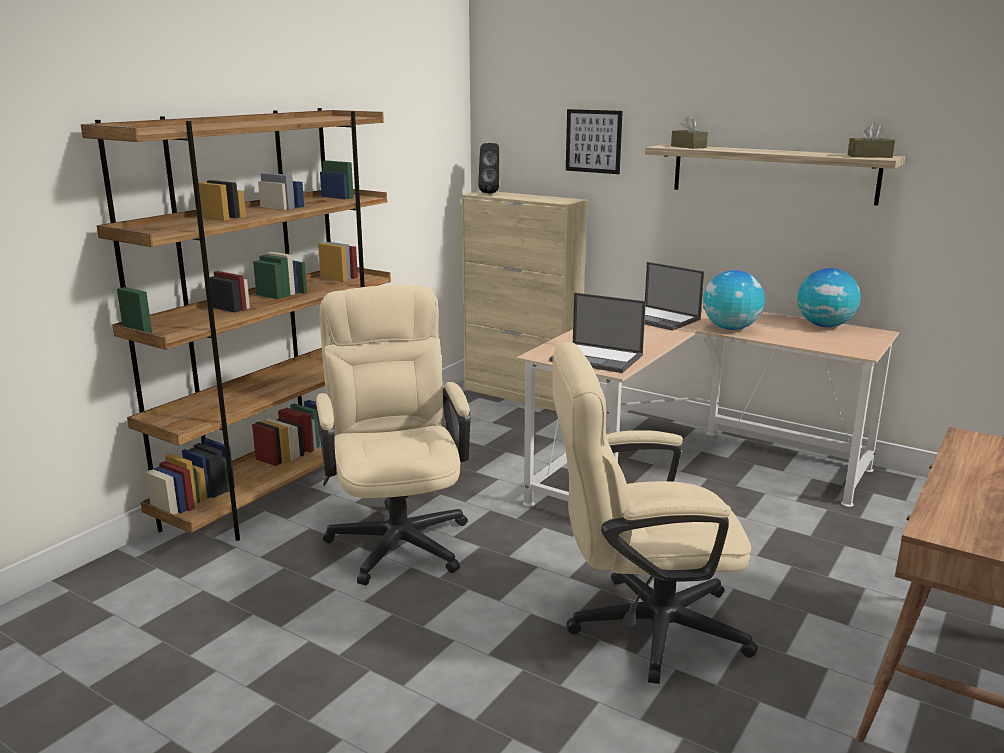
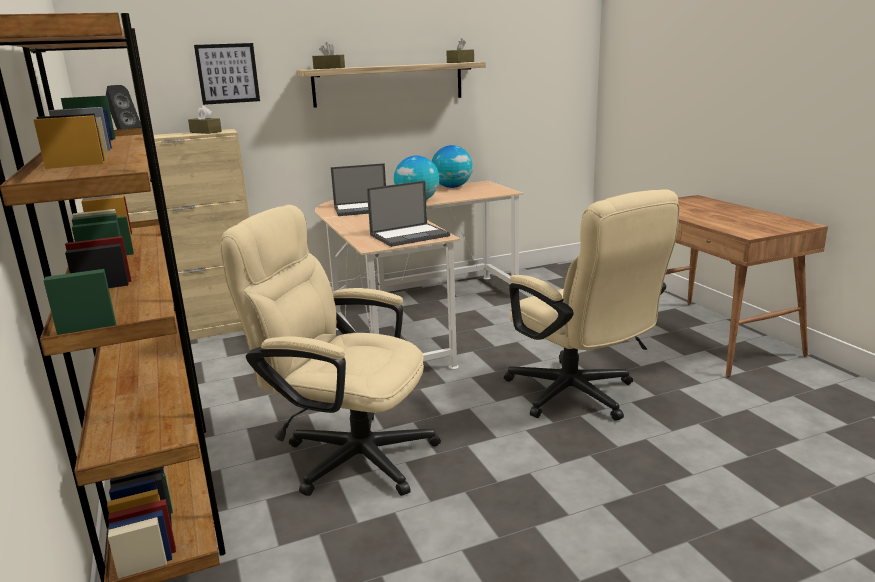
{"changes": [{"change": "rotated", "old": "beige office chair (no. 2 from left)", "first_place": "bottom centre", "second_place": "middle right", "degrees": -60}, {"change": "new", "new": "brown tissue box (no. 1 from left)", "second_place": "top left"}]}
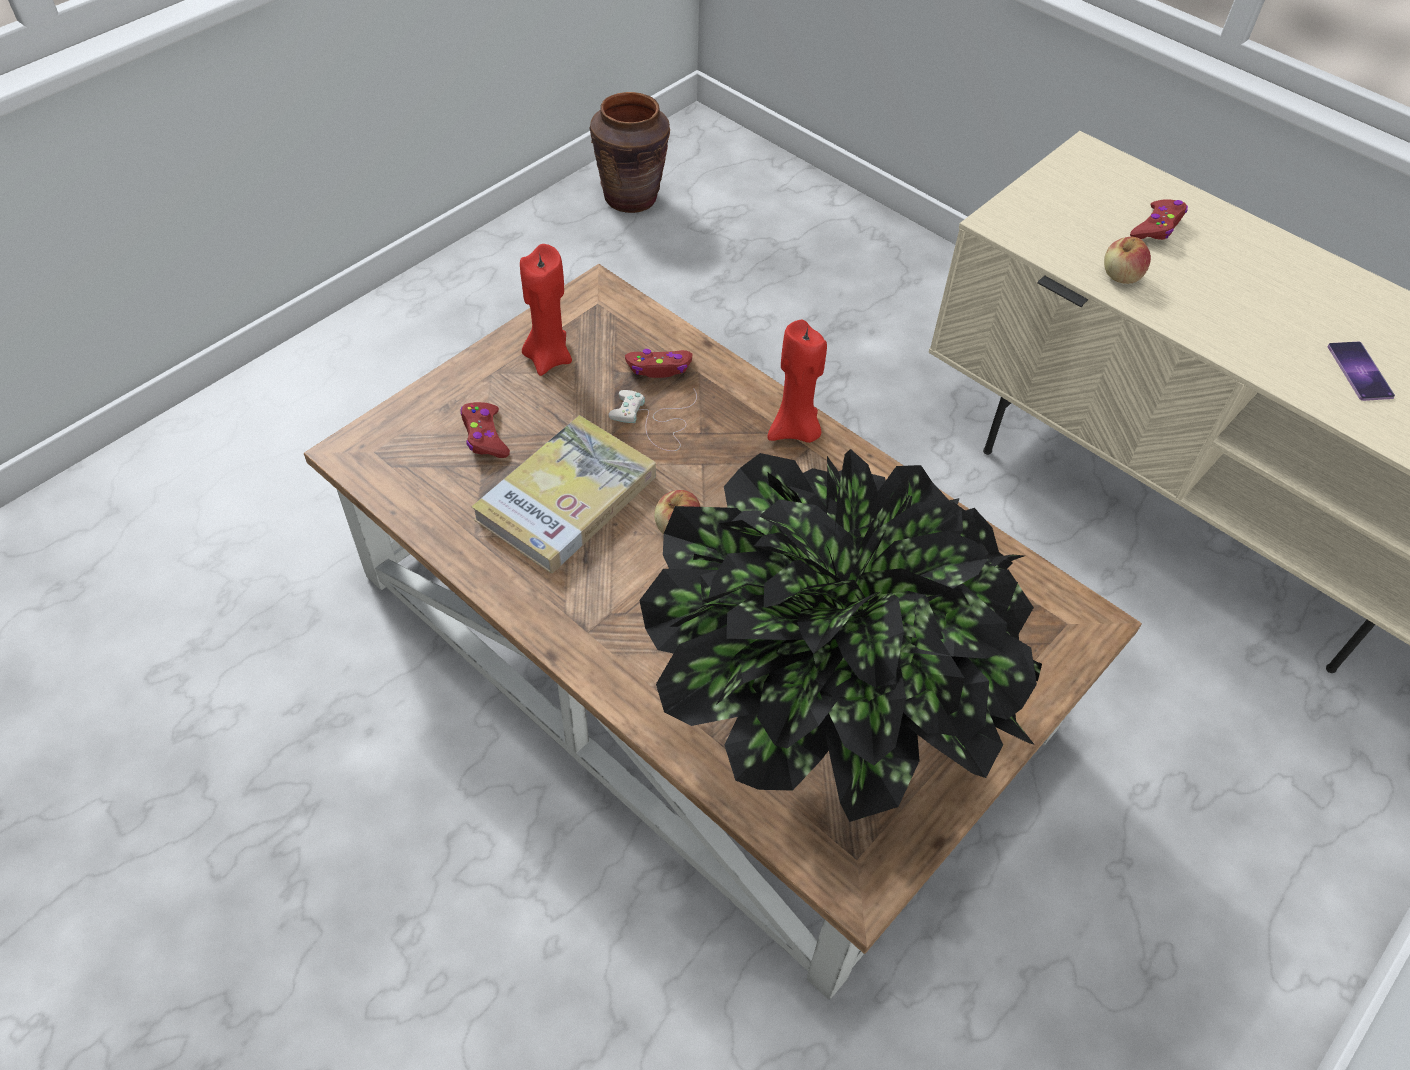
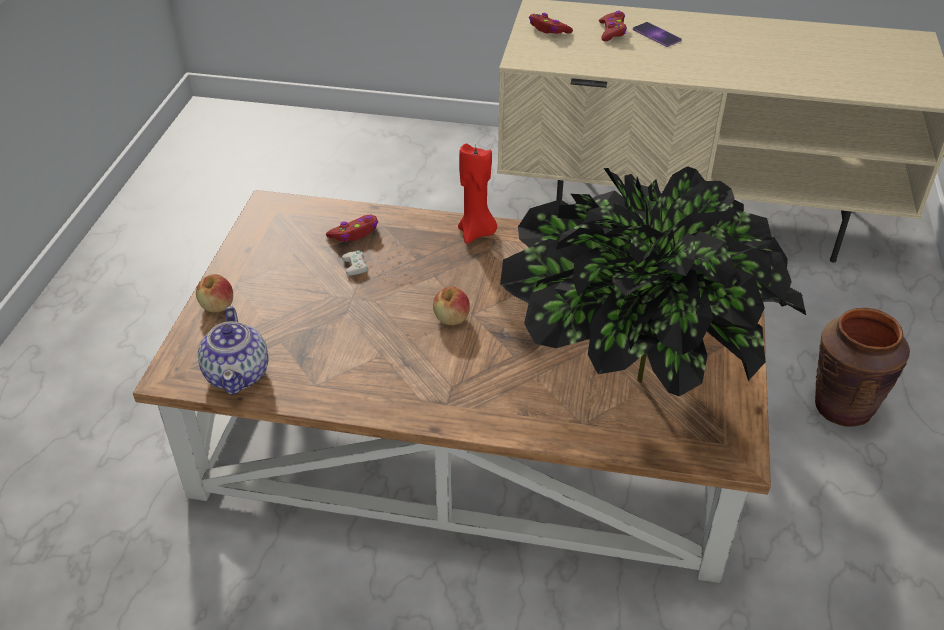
{"changes": [{"change": "shifted", "old": "brown vase", "first_place": "top centre", "second_place": "middle right"}, {"change": "shifted", "old": "apple (no. 2 from left in the first image)", "new": "apple (no. 1 from left)", "first_place": "top right", "second_place": "middle left"}, {"change": "gone", "old": "red candle (no. 1 from left)", "first_place": "top centre"}, {"change": "shifted", "old": "phone", "first_place": "middle right", "second_place": "top right"}, {"change": "shifted", "old": "red game controller (no. 1 from left in the first image)", "new": "red game controller (no. 2 from left)", "first_place": "centre", "second_place": "top centre"}, {"change": "gone", "old": "book", "first_place": "centre"}, {"change": "new", "new": "teapot", "second_place": "middle left"}]}
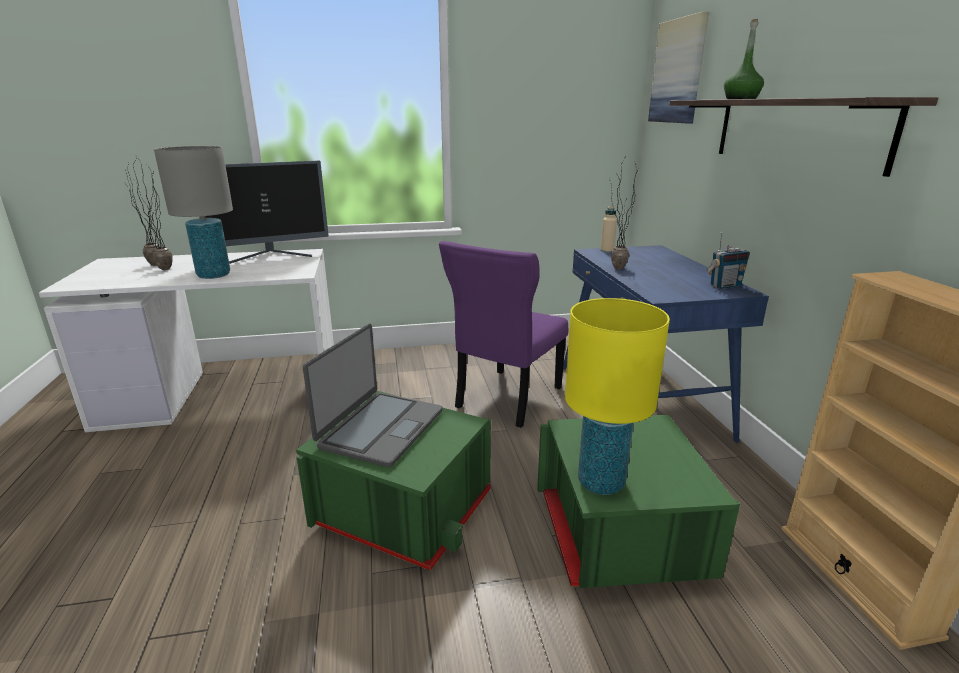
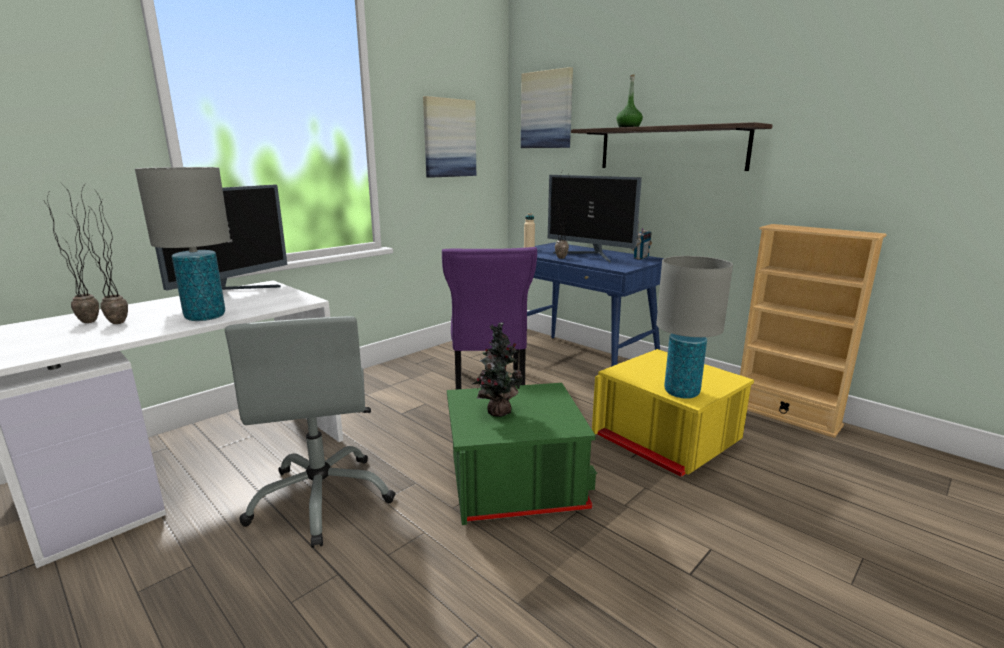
{"changes": [{"change": "repainted", "old": "yellow table lamp", "new": "grey table lamp (no. 2 from left)", "first_place": "centre", "second_place": "middle right"}, {"change": "swapped", "old": "laptop", "new": "potted plant (no. 3 from left)", "first_place": "centre", "second_place": "centre"}, {"change": "repainted", "old": "green storage box (no. 2 from left)", "new": "yellow storage box", "first_place": "bottom centre", "second_place": "middle right"}, {"change": "new", "new": "picture (no. 1 from left)", "second_place": "top centre"}, {"change": "new", "new": "monitor (no. 2 from left)", "second_place": "centre"}, {"change": "new", "new": "grey office chair", "second_place": "bottom left"}]}
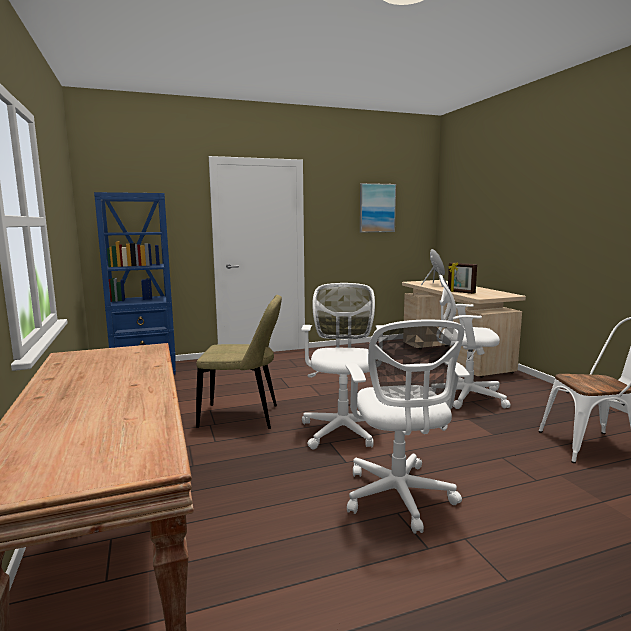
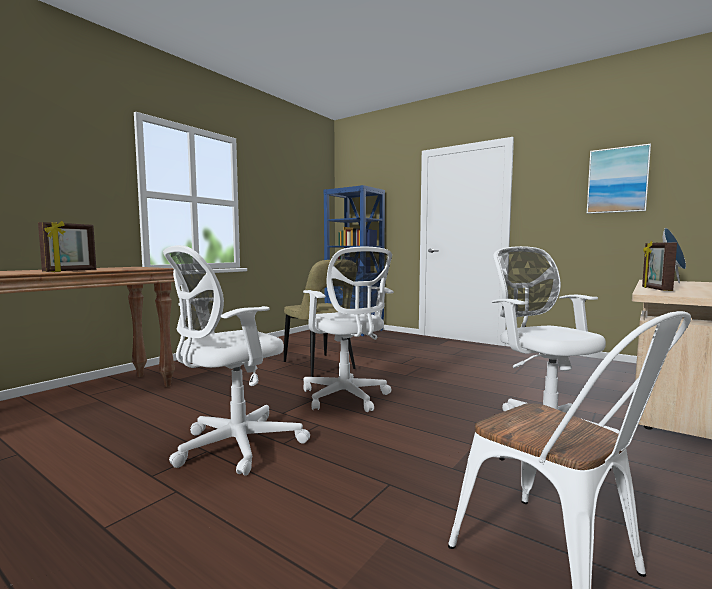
{"changes": [{"change": "rotated", "old": "white office chair (no. 1 from left in the first image)", "first_place": "centre", "second_place": "centre", "degrees": 90}, {"change": "new", "new": "picture frame (no. 1 from left)", "second_place": "middle left"}]}
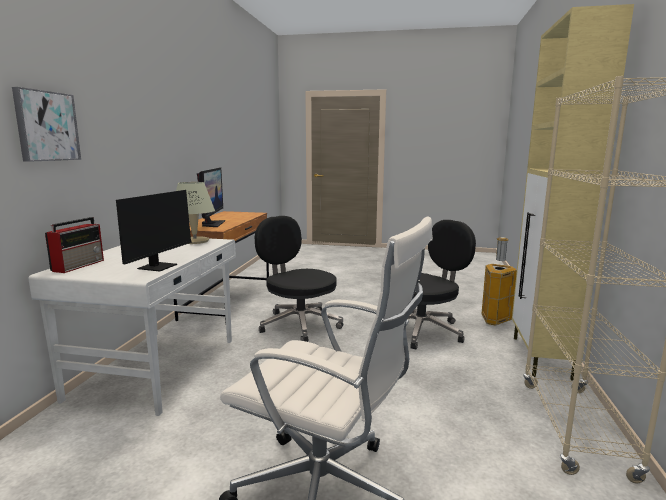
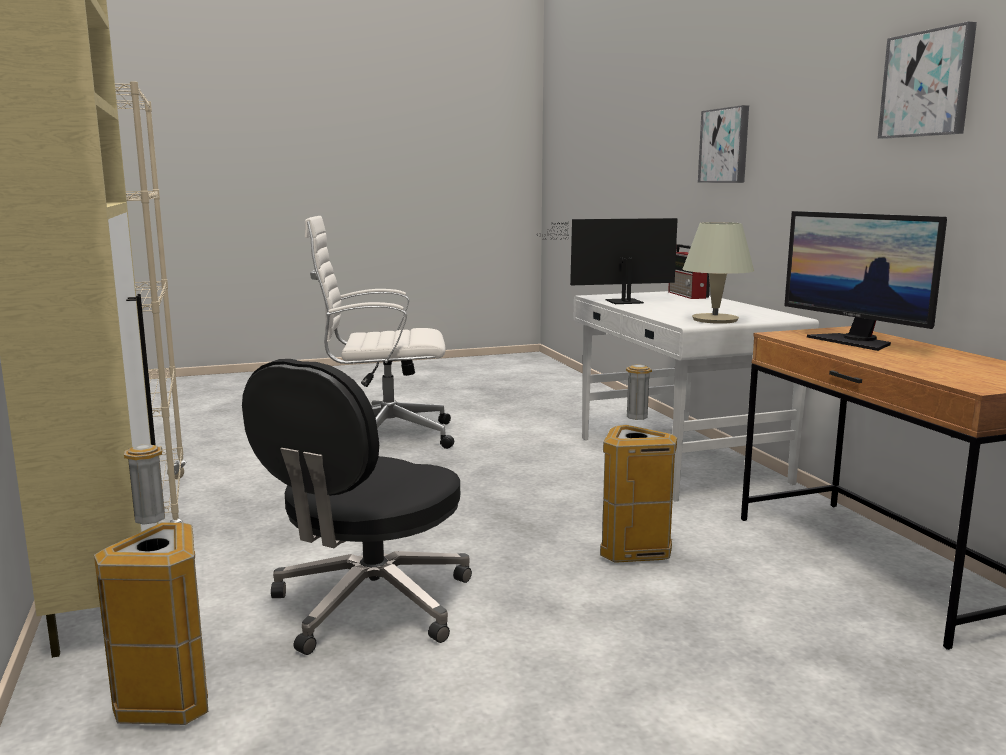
{"changes": [{"change": "rotated", "old": "monitor (no. 1 from left)", "first_place": "middle left", "second_place": "centre", "degrees": 90}, {"change": "swapped", "old": "black office chair (no. 1 from left)", "new": "trash can (no. 2 from left)", "first_place": "centre", "second_place": "centre"}, {"change": "new", "new": "picture (no. 2 from left)", "second_place": "top right"}]}
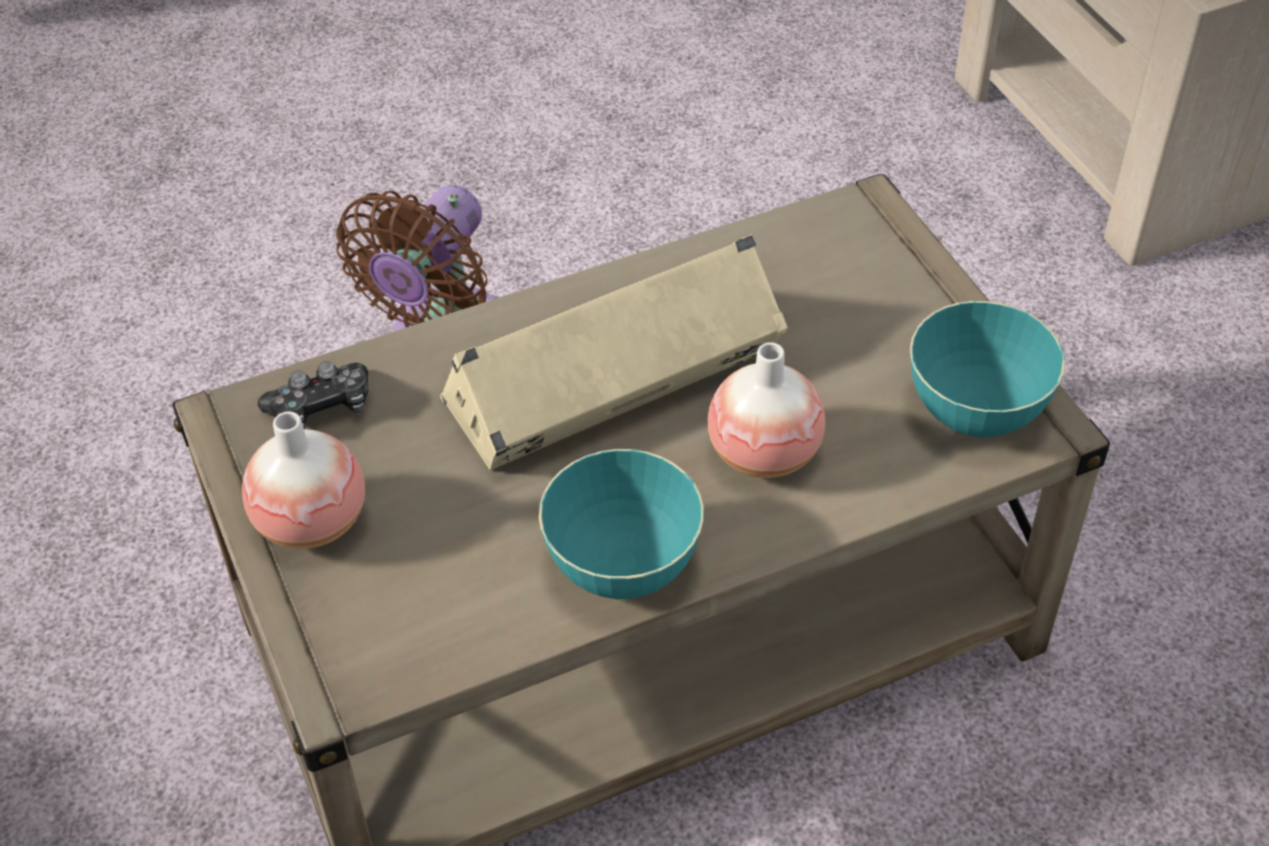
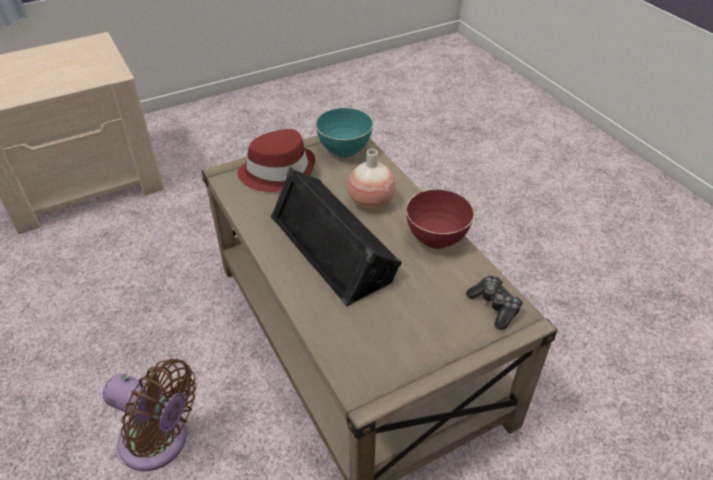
{"changes": [{"change": "repainted", "old": "beige speaker", "new": "black speaker", "first_place": "centre", "second_place": "centre"}, {"change": "shifted", "old": "game controller", "first_place": "middle left", "second_place": "middle right"}, {"change": "gone", "old": "vase (no. 1 from left)", "first_place": "middle left"}, {"change": "repainted", "old": "turquoise bowl (no. 1 from left)", "new": "red bowl", "first_place": "centre", "second_place": "centre"}, {"change": "new", "new": "red hat", "second_place": "centre"}]}
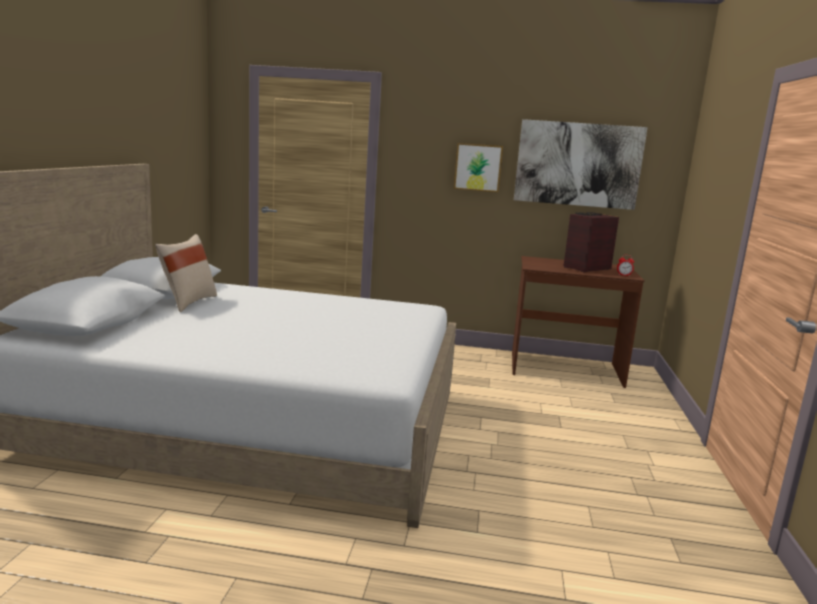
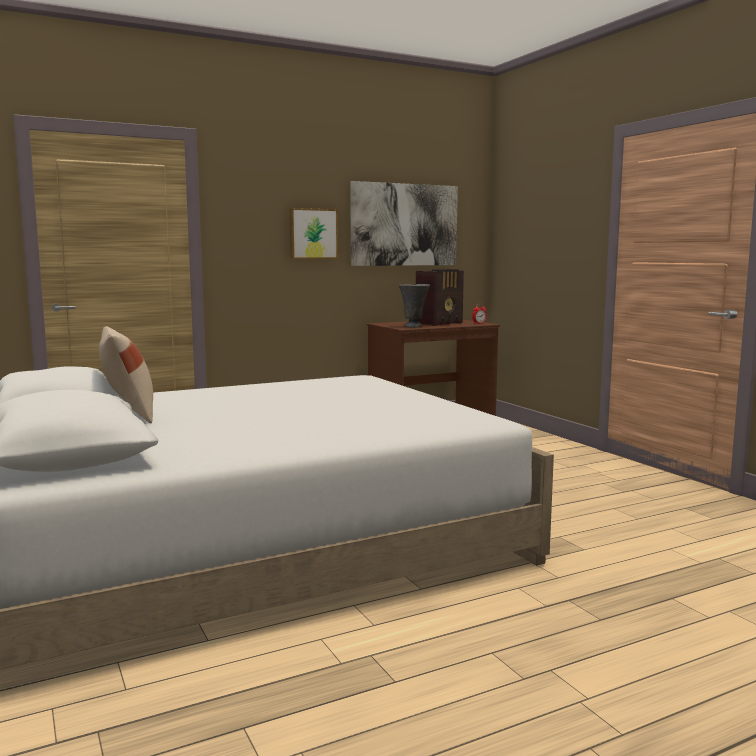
{"changes": [{"change": "rotated", "old": "radio", "first_place": "middle right", "second_place": "centre", "degrees": -150}, {"change": "new", "new": "grey vase", "second_place": "centre"}]}
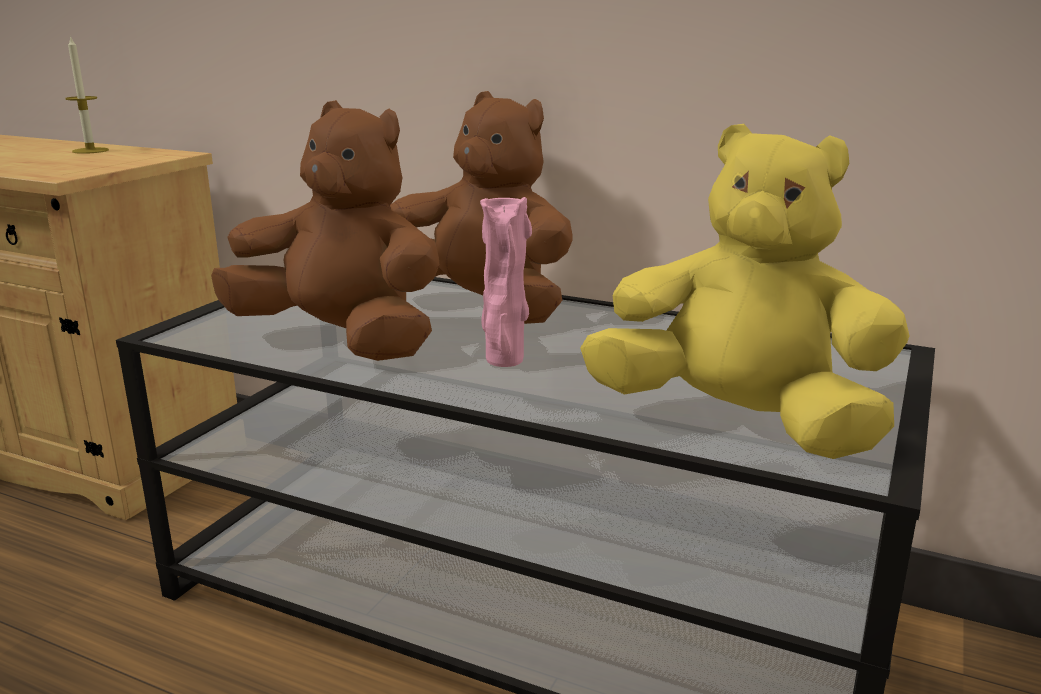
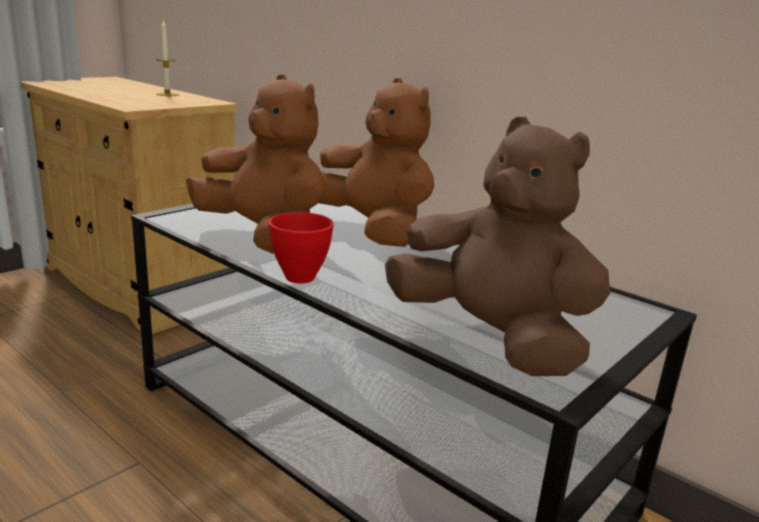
{"changes": [{"change": "repainted", "old": "yellow plush toy", "new": "brown plush toy (no. 3 from left)", "first_place": "middle right", "second_place": "centre"}, {"change": "gone", "old": "pink vase", "first_place": "centre"}, {"change": "new", "new": "red bowl", "second_place": "centre"}]}
